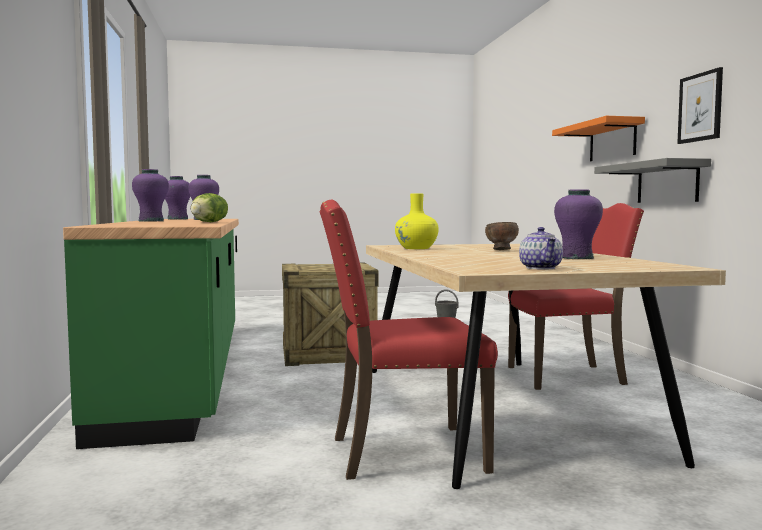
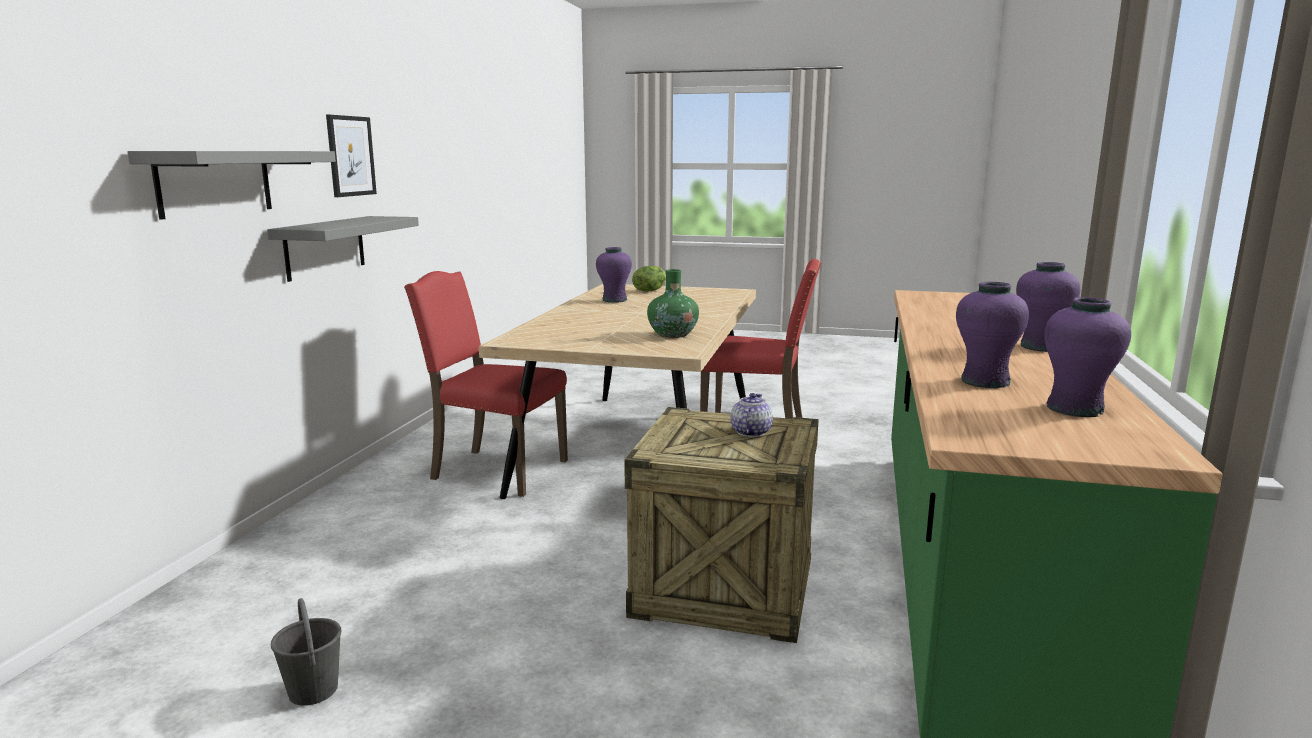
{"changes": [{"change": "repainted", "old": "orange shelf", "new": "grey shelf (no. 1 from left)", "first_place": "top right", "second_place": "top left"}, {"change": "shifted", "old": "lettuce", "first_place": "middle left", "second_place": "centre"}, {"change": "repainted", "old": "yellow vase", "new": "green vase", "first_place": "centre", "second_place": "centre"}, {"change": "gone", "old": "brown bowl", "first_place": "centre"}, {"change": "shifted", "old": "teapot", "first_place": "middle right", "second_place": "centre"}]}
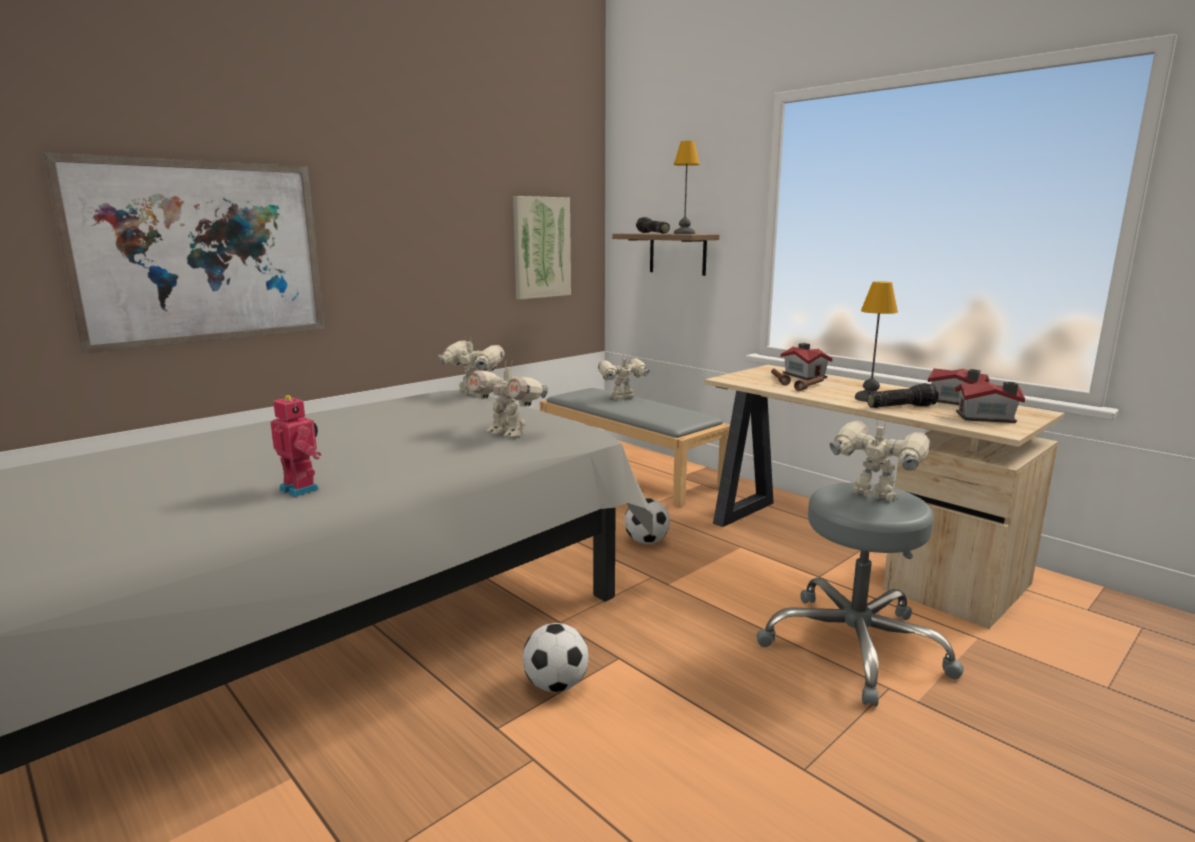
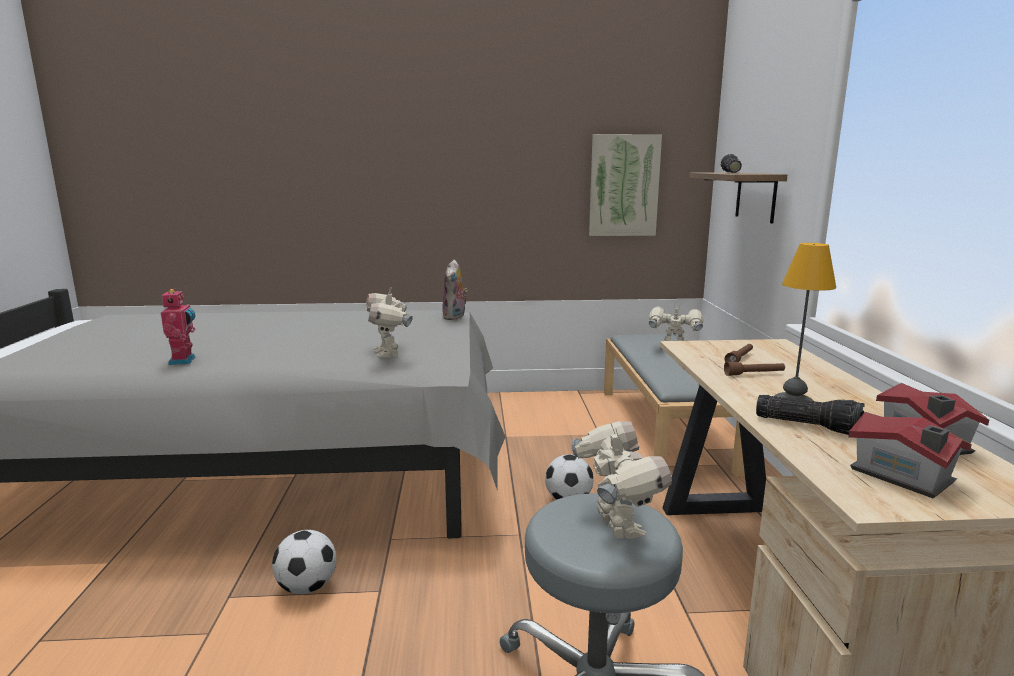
{"changes": [{"change": "gone", "old": "table lamp (no. 1 from left)", "first_place": "top centre"}, {"change": "gone", "old": "picture (no. 1 from left)", "first_place": "top left"}, {"change": "swapped", "old": "toy robot (no. 2 from left)", "new": "plush toy", "first_place": "centre", "second_place": "centre"}, {"change": "gone", "old": "toy house (no. 1 from left)", "first_place": "middle right"}]}
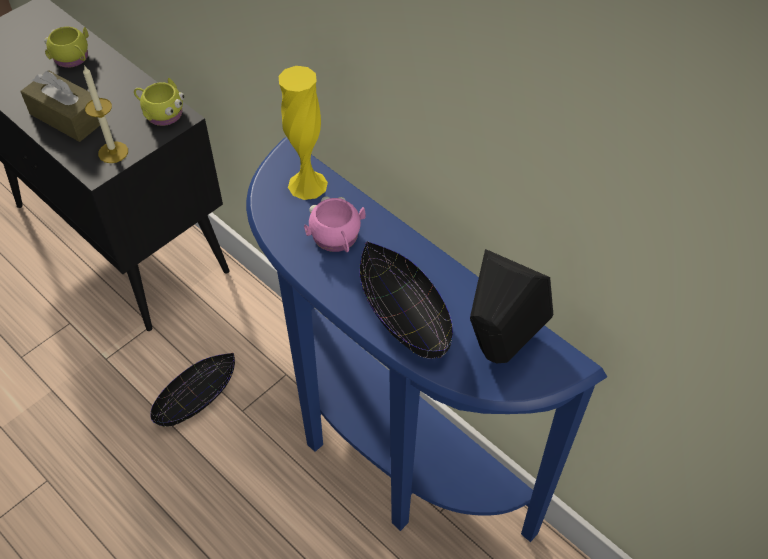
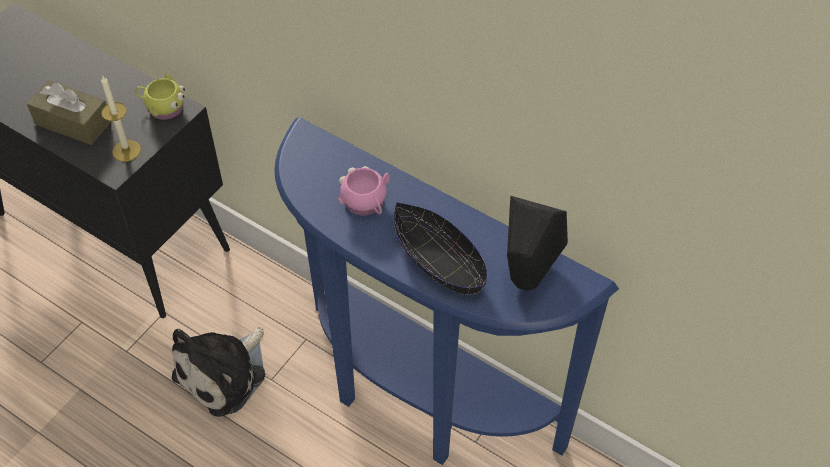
{"changes": [{"change": "gone", "old": "yellow mug (no. 1 from left)", "first_place": "top left"}, {"change": "gone", "old": "yellow vase", "first_place": "top centre"}, {"change": "swapped", "old": "black bowl (no. 1 from left)", "new": "plush toy", "first_place": "bottom left", "second_place": "bottom left"}]}
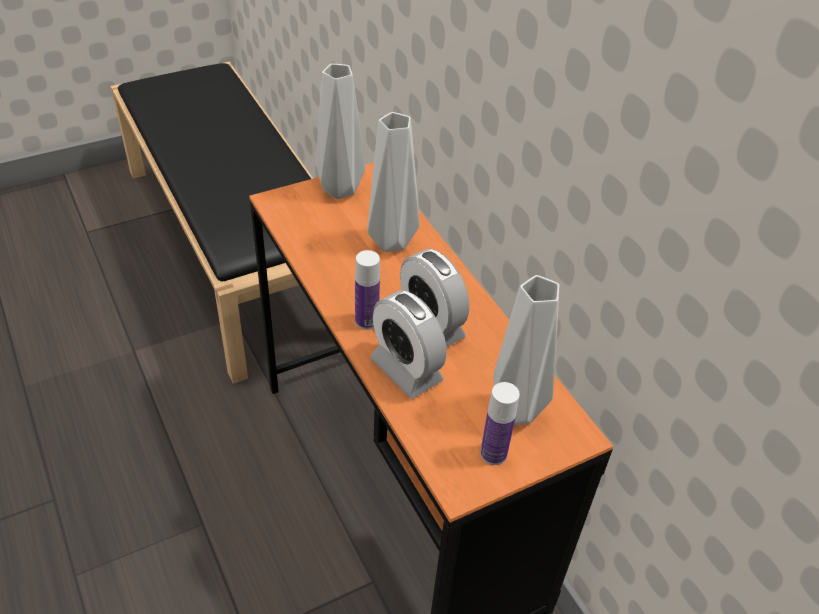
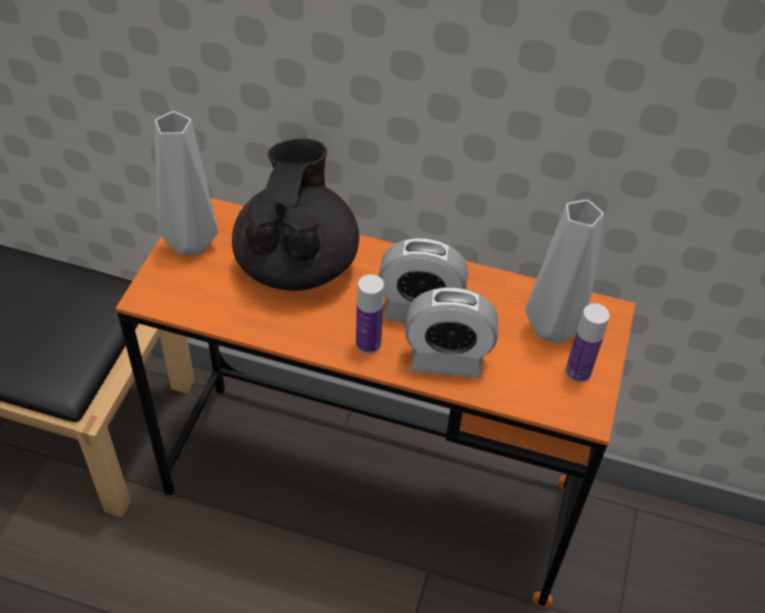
{"changes": [{"change": "swapped", "old": "grey vase (no. 2 from left)", "new": "black teapot", "first_place": "top centre", "second_place": "centre"}]}
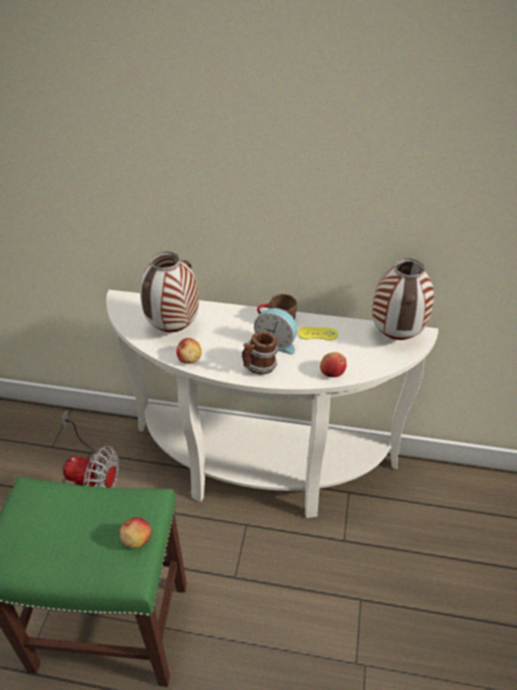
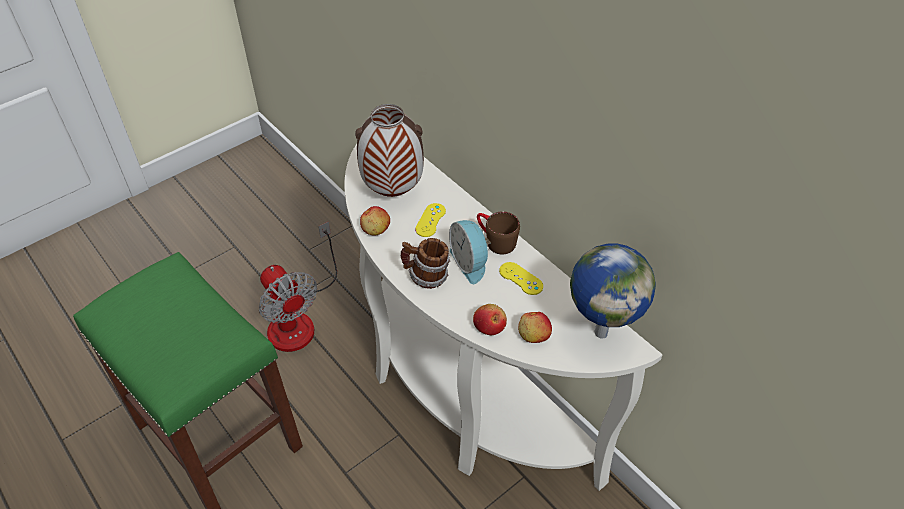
{"changes": [{"change": "swapped", "old": "vase (no. 2 from left)", "new": "globe", "first_place": "middle right", "second_place": "middle right"}, {"change": "shifted", "old": "apple (no. 1 from left in the first image)", "new": "apple (no. 3 from left)", "first_place": "bottom left", "second_place": "centre"}, {"change": "new", "new": "yellow game controller (no. 1 from left)", "second_place": "centre"}]}
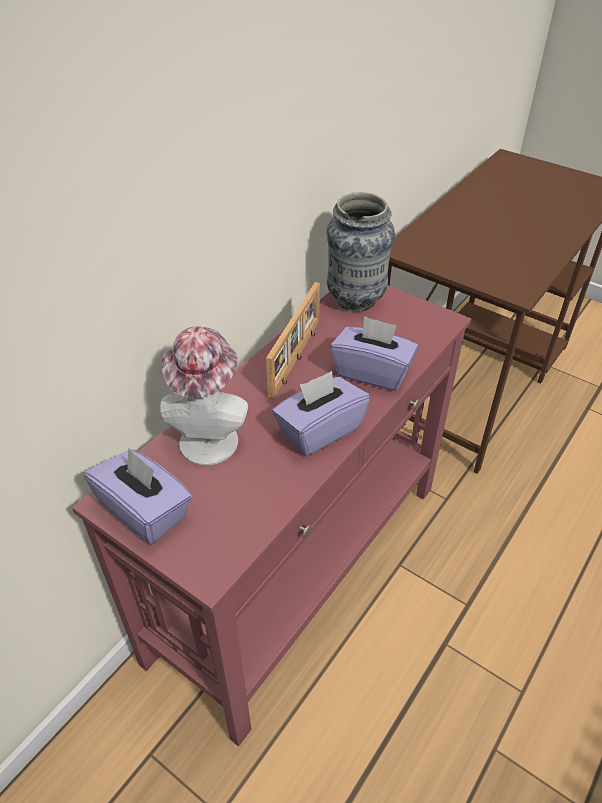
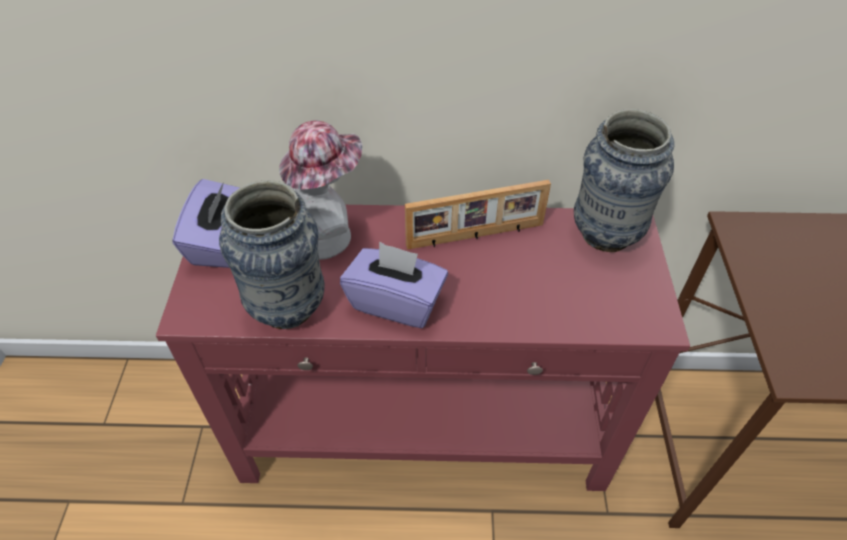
{"changes": [{"change": "gone", "old": "purple tissue box (no. 3 from left)", "first_place": "centre"}, {"change": "new", "new": "vase (no. 1 from left)", "second_place": "middle left"}]}
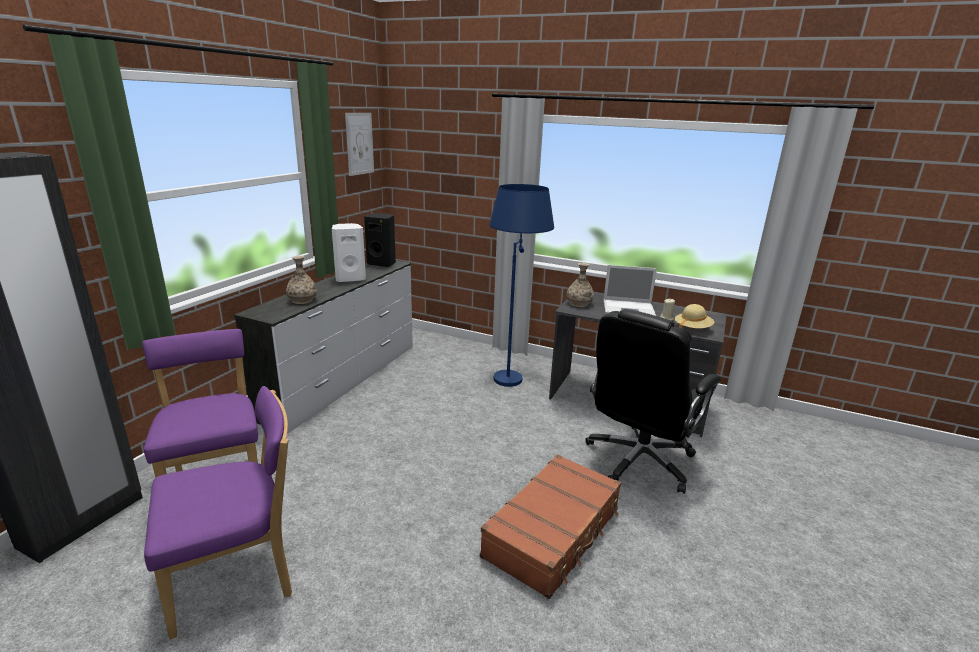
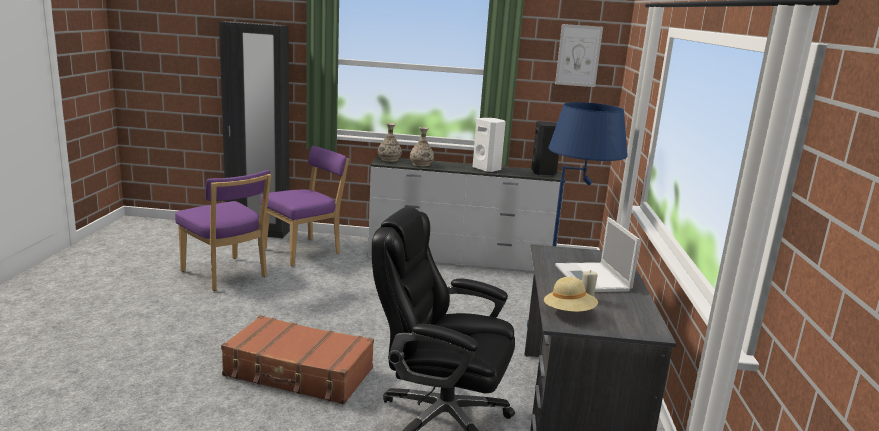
{"changes": [{"change": "shifted", "old": "vase (no. 2 from left in the first image)", "new": "vase (no. 1 from left)", "first_place": "centre", "second_place": "top centre"}]}
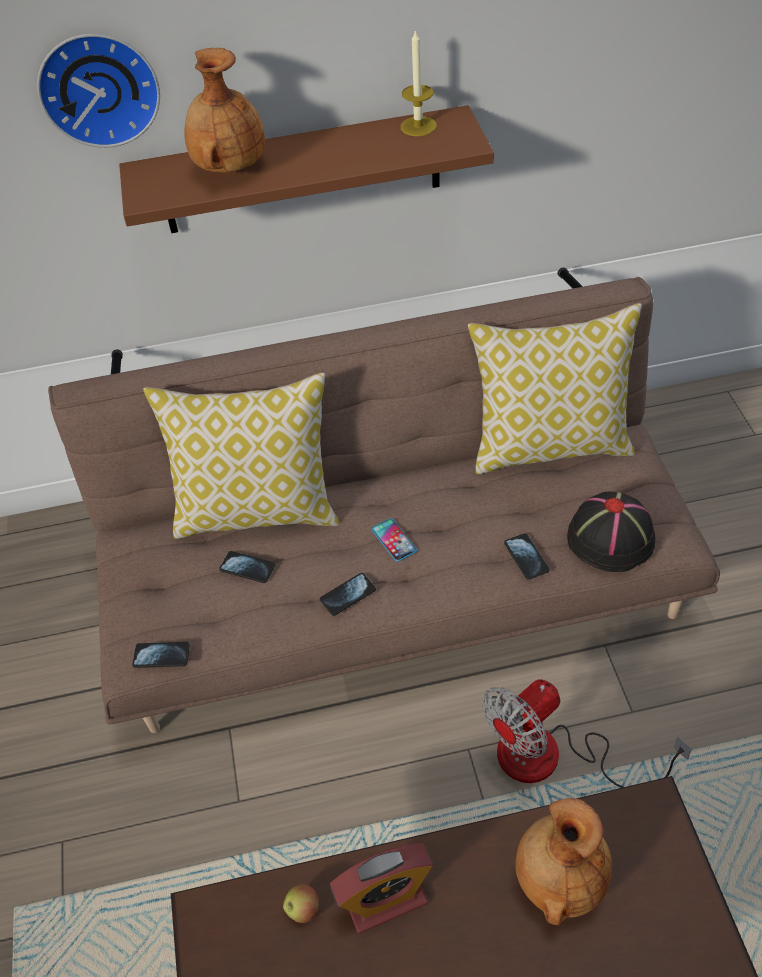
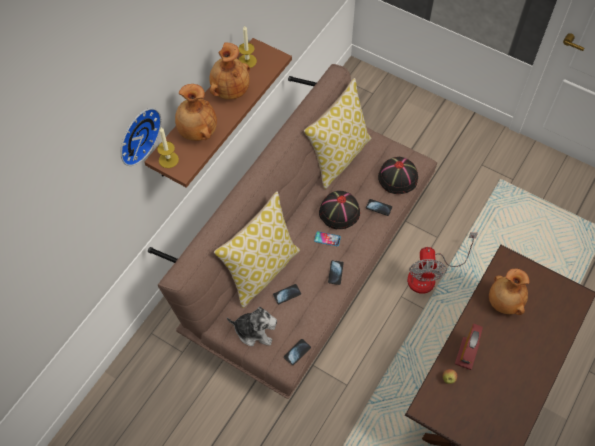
{"changes": [{"change": "new", "new": "brown vase (no. 2 from left)", "second_place": "top centre"}, {"change": "new", "new": "candle (no. 1 from left)", "second_place": "top left"}, {"change": "new", "new": "black hat (no. 1 from left)", "second_place": "centre"}, {"change": "new", "new": "plush toy", "second_place": "bottom centre"}]}
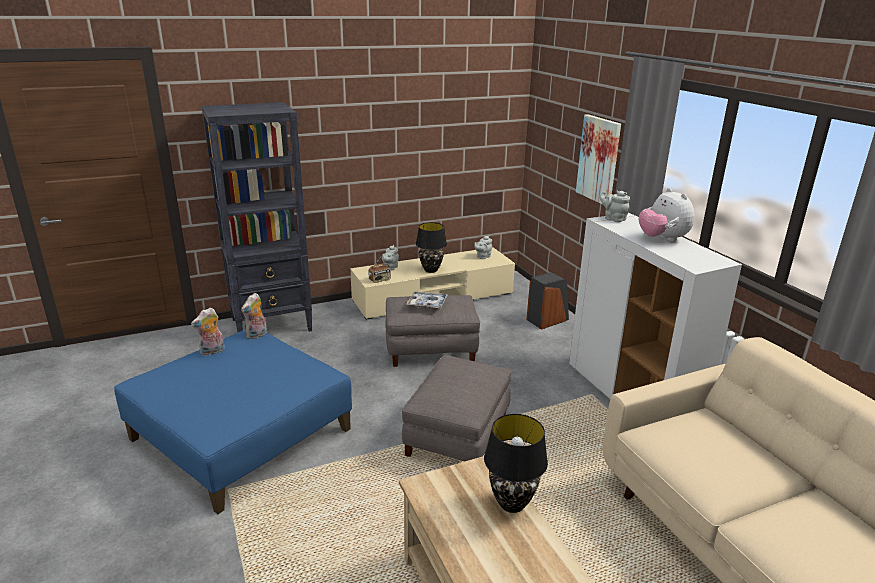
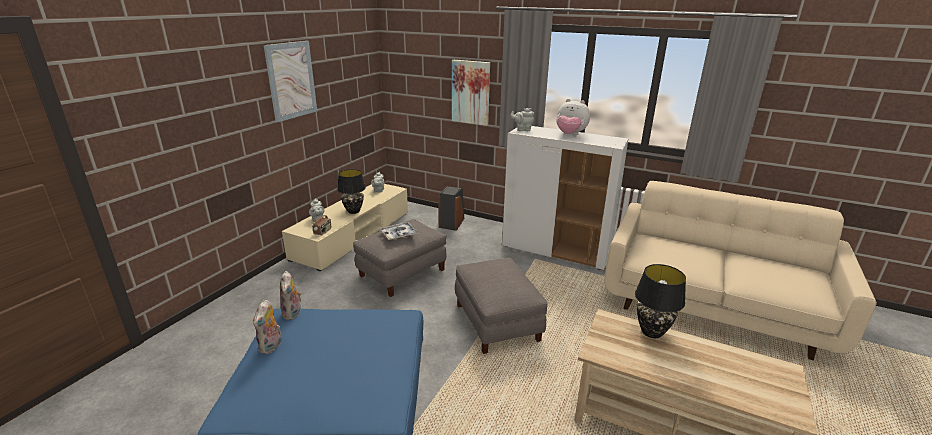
{"changes": [{"change": "gone", "old": "black bookcase", "first_place": "middle left"}, {"change": "new", "new": "picture (no. 1 from left)", "second_place": "top left"}]}
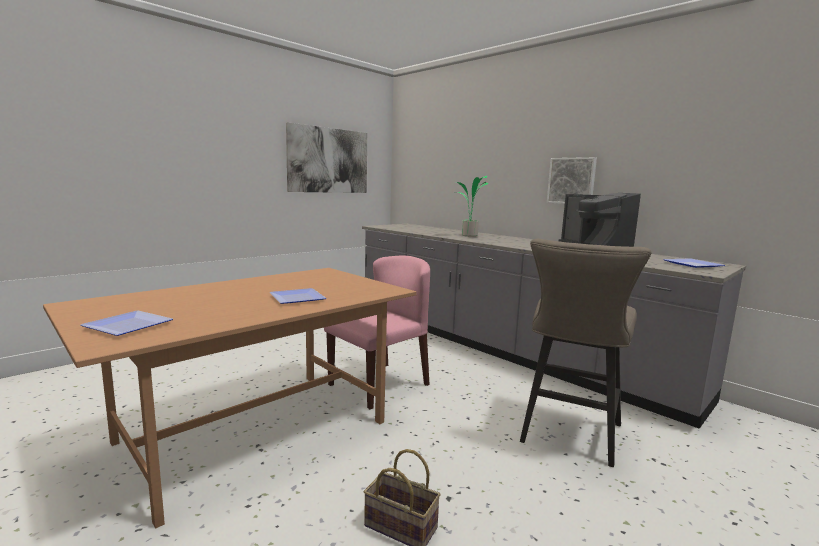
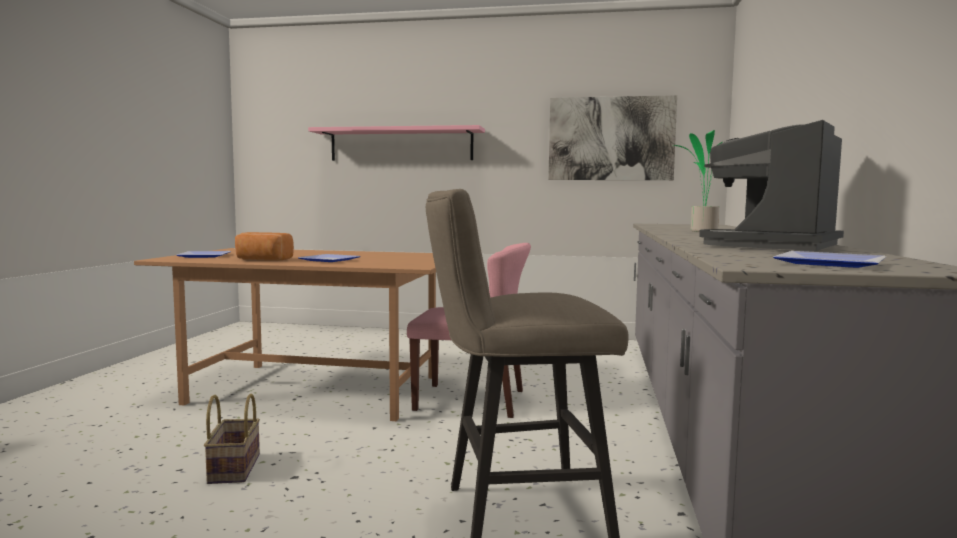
{"changes": [{"change": "gone", "old": "picture (no. 2 from left)", "first_place": "top right"}, {"change": "new", "new": "pink shelf", "second_place": "top centre"}, {"change": "new", "new": "bread", "second_place": "middle left"}]}
